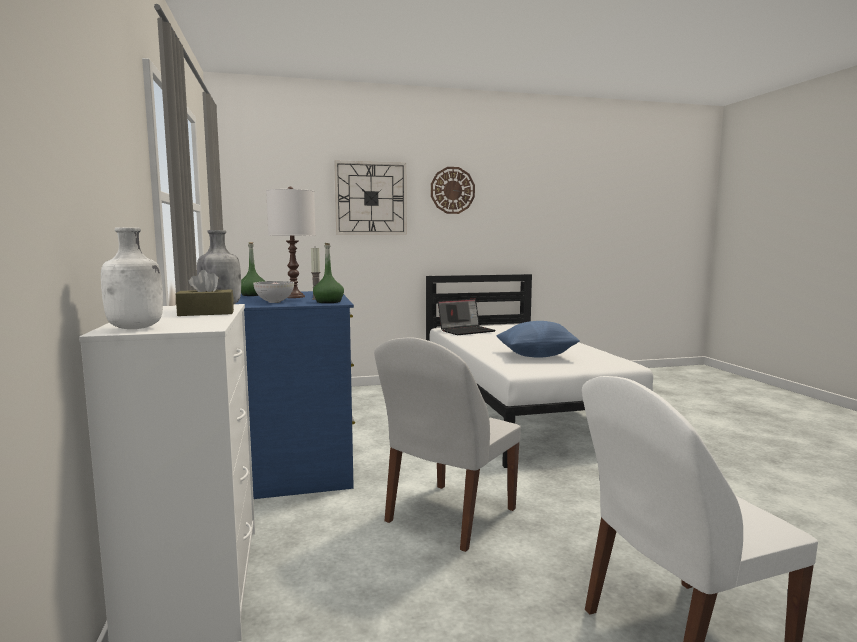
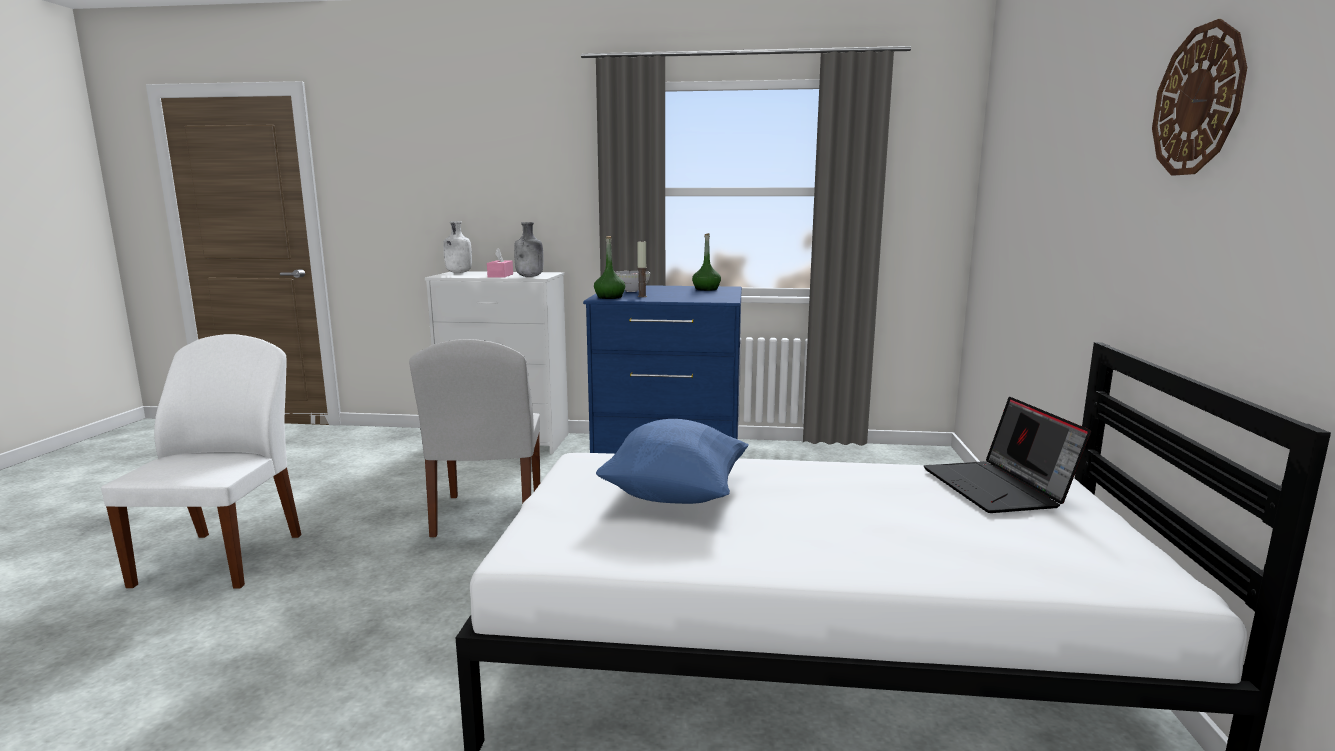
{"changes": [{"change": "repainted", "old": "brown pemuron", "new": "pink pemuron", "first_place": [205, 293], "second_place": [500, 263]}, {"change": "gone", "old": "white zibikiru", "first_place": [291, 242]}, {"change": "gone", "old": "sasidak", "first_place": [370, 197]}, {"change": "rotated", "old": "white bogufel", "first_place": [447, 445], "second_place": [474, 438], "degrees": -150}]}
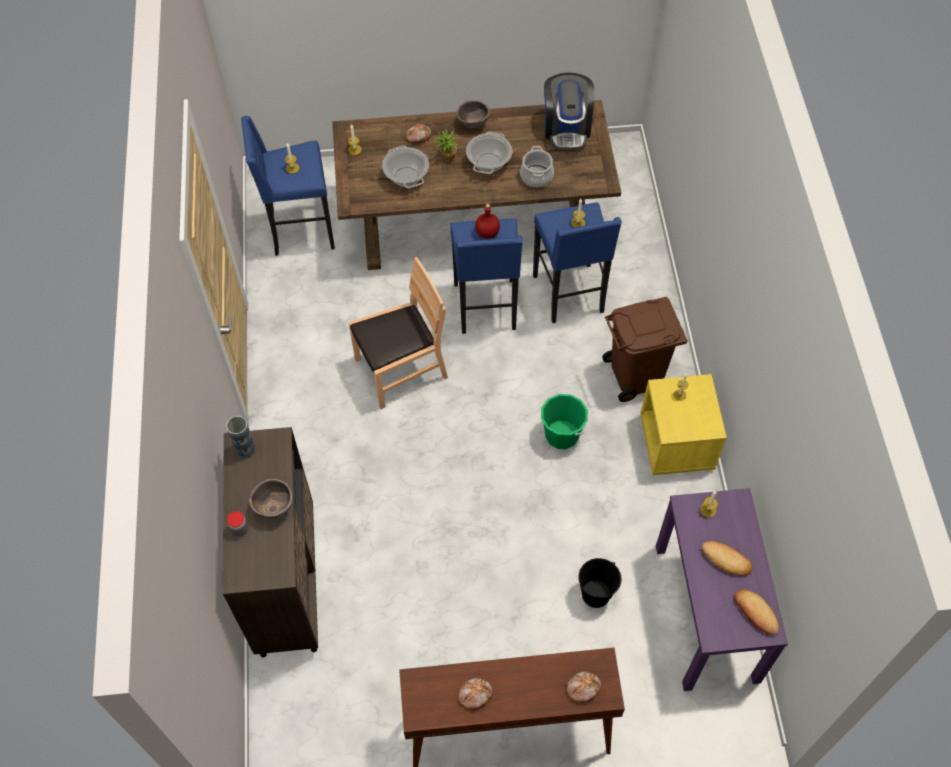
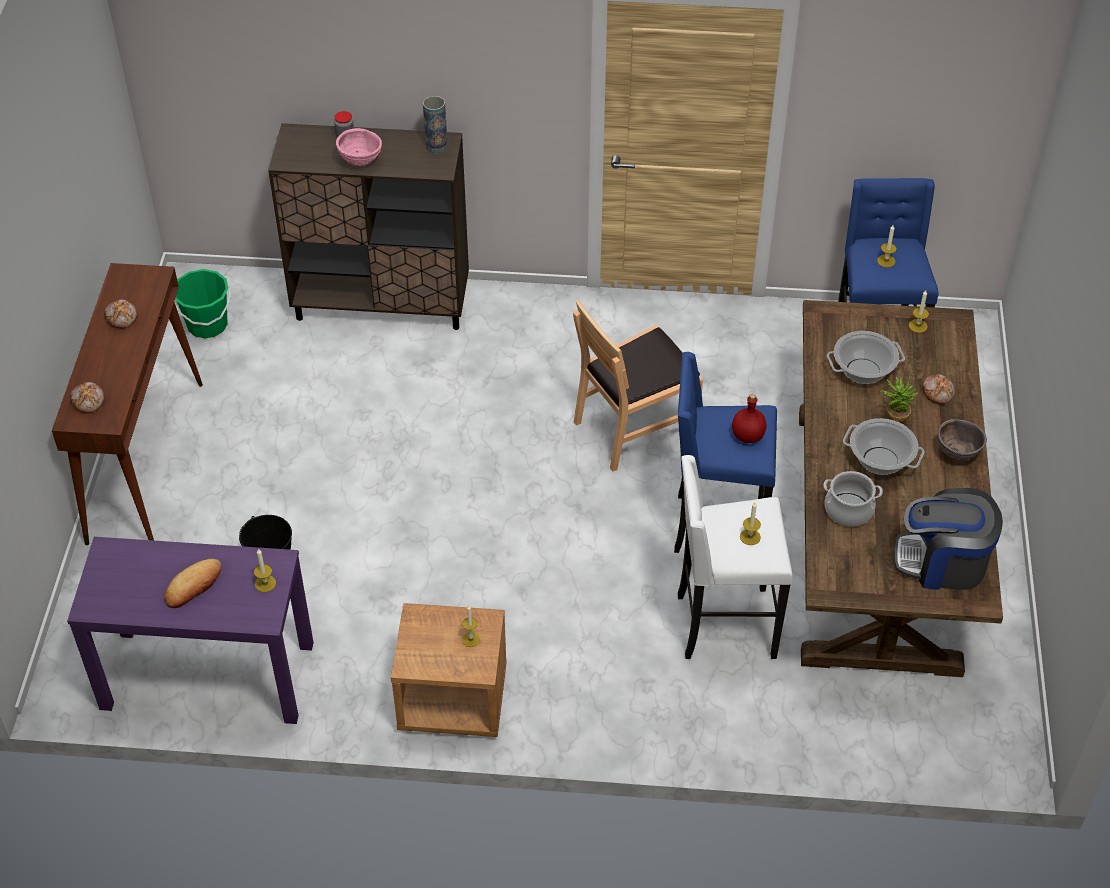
{"changes": [{"change": "repainted", "old": "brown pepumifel", "new": "pink pepumifel", "first_place": [271, 499], "second_place": [359, 147]}, {"change": "rotated", "old": "brown bogufel", "first_place": [398, 333], "second_place": [638, 386], "degrees": 75}, {"change": "repainted", "old": "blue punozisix", "new": "white punozisix", "first_place": [577, 262], "second_place": [735, 557]}, {"change": "shifted", "old": "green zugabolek", "first_place": [564, 421], "second_place": [202, 303]}, {"change": "gone", "old": "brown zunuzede", "first_place": [645, 349]}, {"change": "repainted", "old": "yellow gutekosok", "new": "brown gutekosok", "first_place": [683, 424], "second_place": [449, 670]}, {"change": "gone", "old": "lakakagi", "first_place": [756, 611]}]}
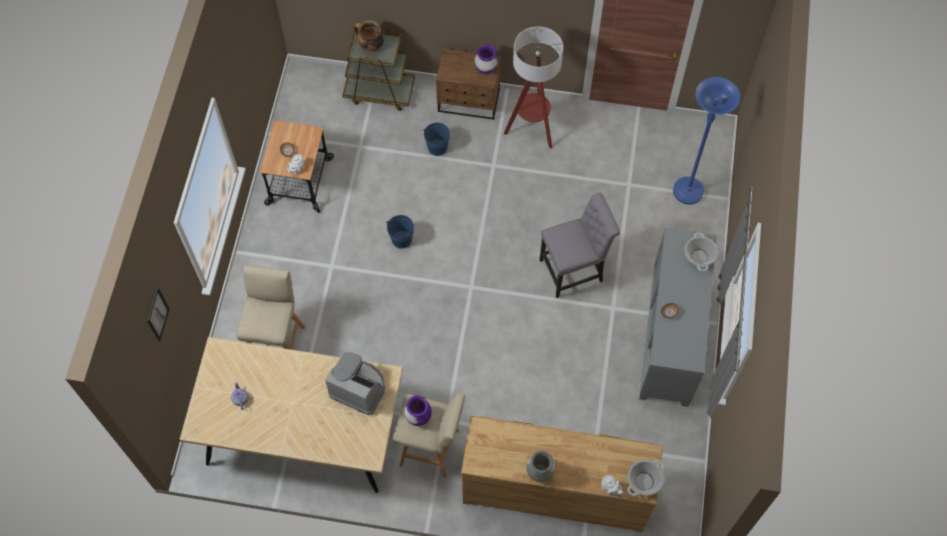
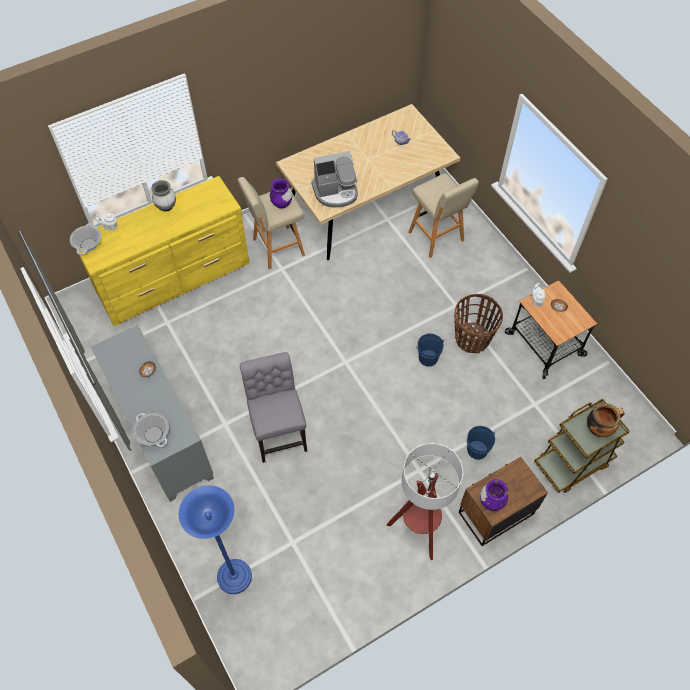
{"changes": [{"change": "gone", "old": "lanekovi", "first_place": [158, 314]}, {"change": "repainted", "old": "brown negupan", "new": "yellow negupan", "first_place": [562, 474], "second_place": [163, 251]}, {"change": "rotated", "old": "grey bogufel", "first_place": [580, 245], "second_place": [273, 407], "degrees": 135}, {"change": "new", "new": "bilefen", "second_place": [478, 323]}]}
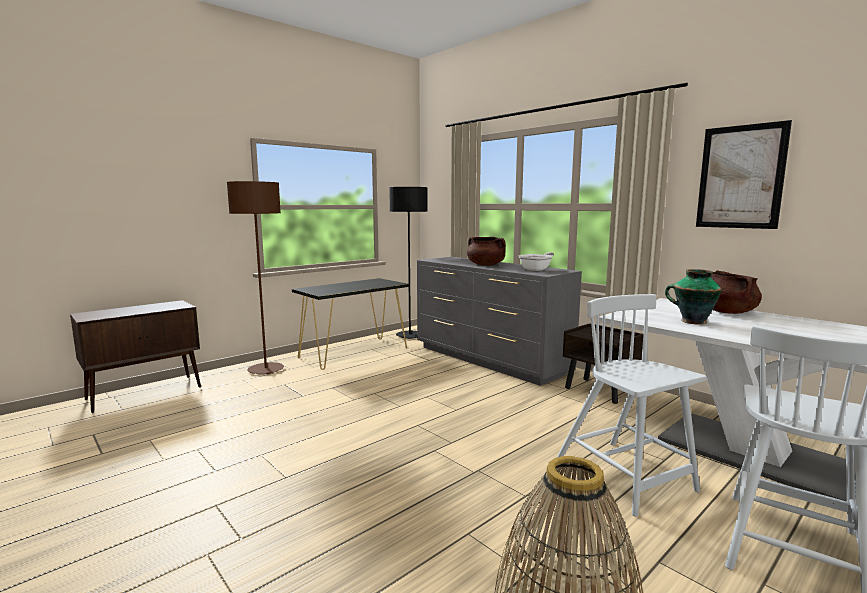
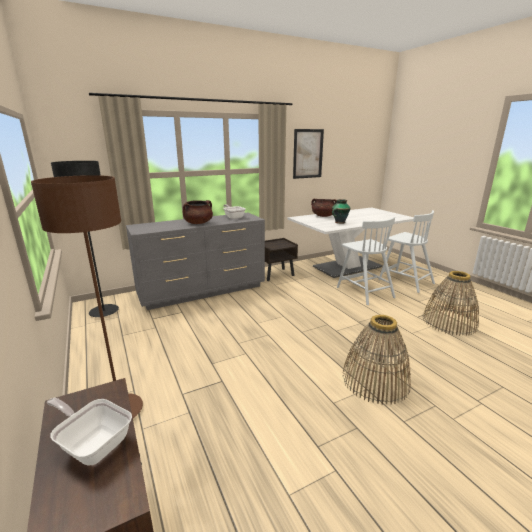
{"changes": [{"change": "gone", "old": "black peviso", "first_place": [350, 324]}, {"change": "rotated", "old": "white bogufel", "first_place": [632, 405], "second_place": [366, 261], "degrees": -105}, {"change": "new", "new": "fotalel", "second_place": [89, 432]}, {"change": "new", "new": "bilefen", "second_place": [376, 360]}]}
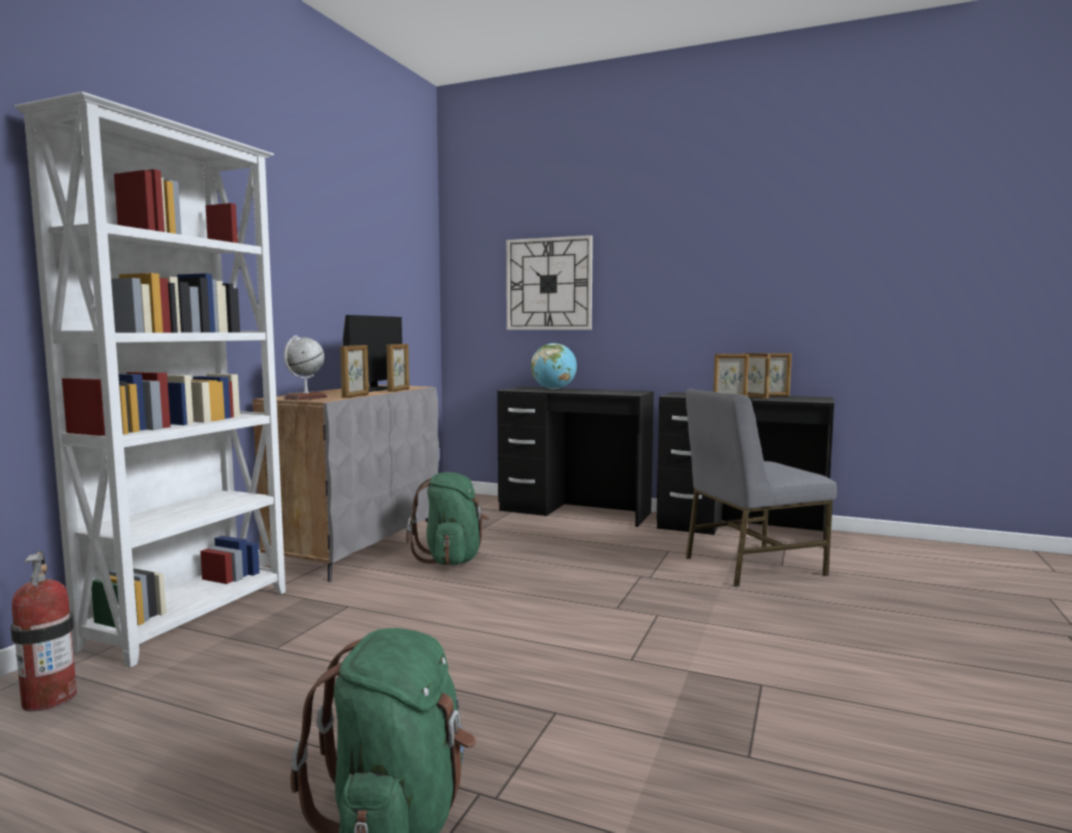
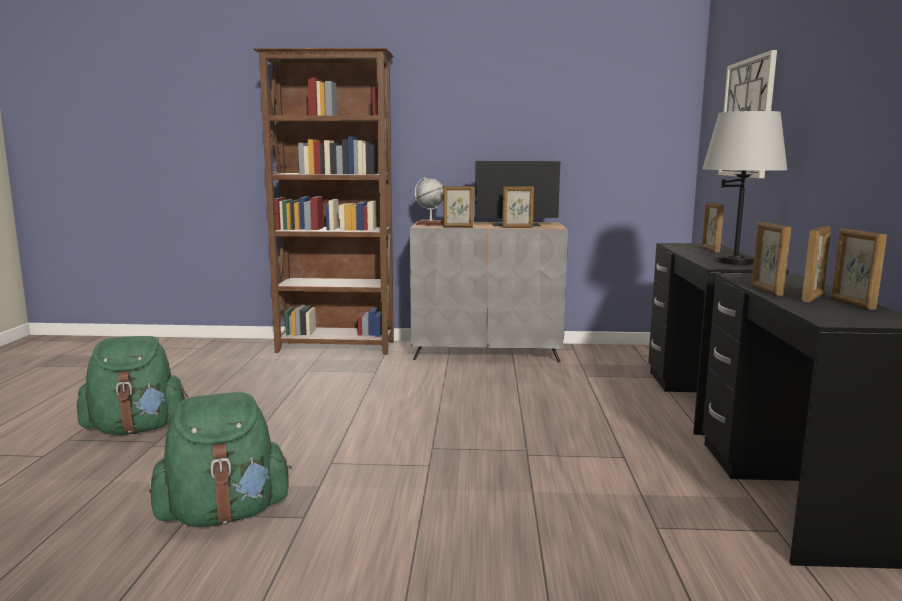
{"changes": [{"change": "gone", "old": "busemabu", "first_place": [44, 631]}, {"change": "repainted", "old": "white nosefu", "new": "brown nosefu", "first_place": [150, 379], "second_place": [323, 201]}, {"change": "shifted", "old": "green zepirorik", "first_place": [448, 518], "second_place": [220, 459]}, {"change": "swapped", "old": "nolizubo", "new": "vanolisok", "first_place": [554, 366], "second_place": [713, 227]}, {"change": "gone", "old": "grey bogufel", "first_place": [761, 487]}, {"change": "new", "new": "grey zibikiru", "second_place": [744, 187]}]}
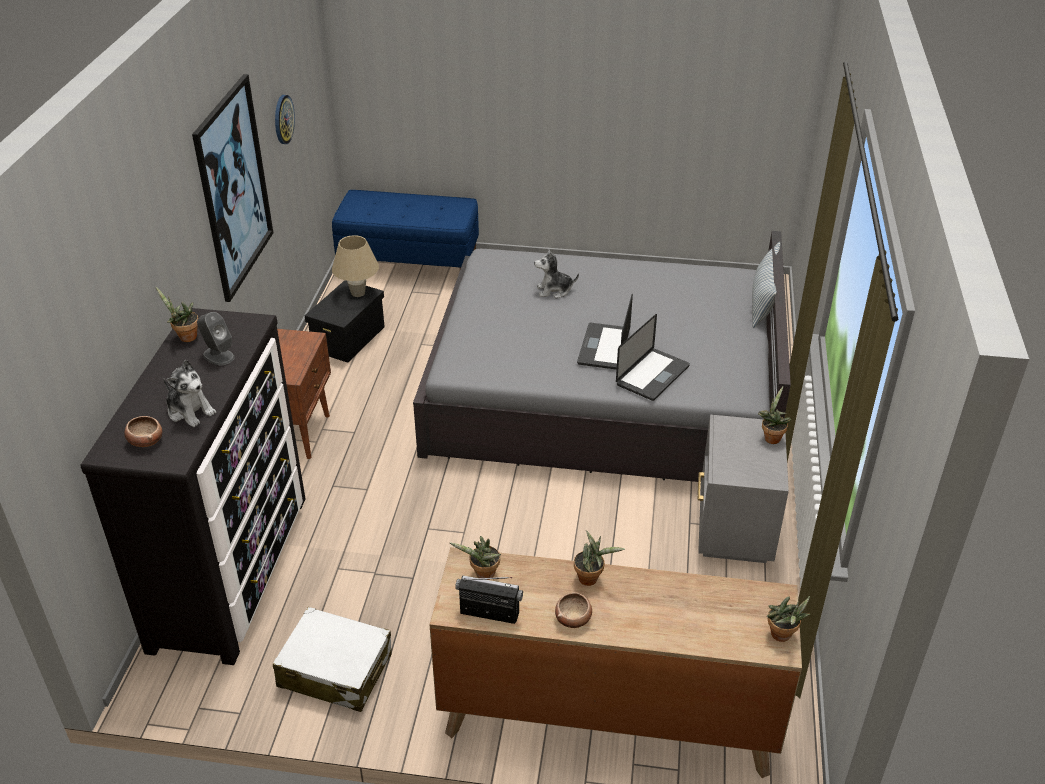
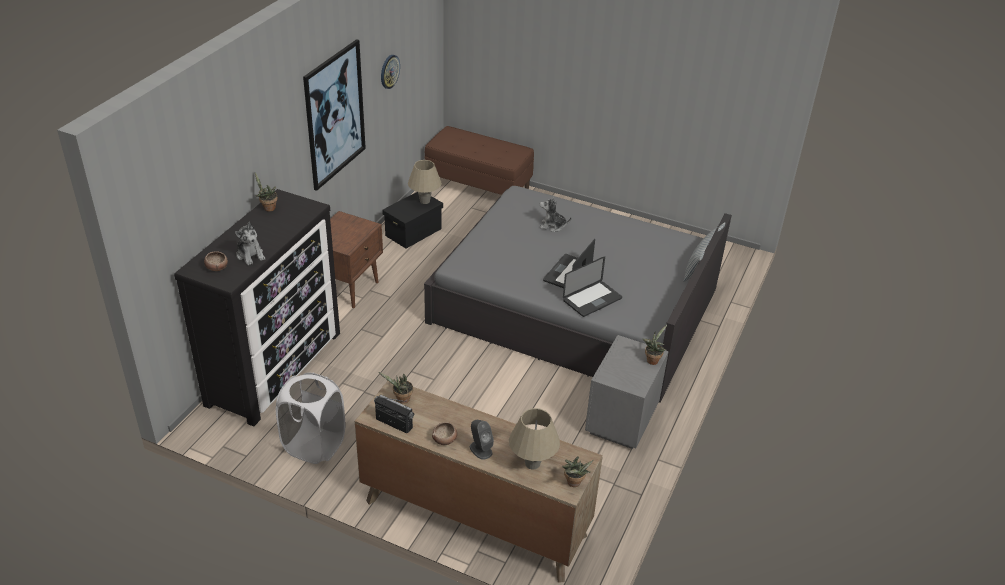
{"changes": [{"change": "shifted", "old": "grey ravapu", "first_place": [216, 338], "second_place": [482, 440]}, {"change": "swapped", "old": "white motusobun", "new": "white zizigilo", "first_place": [332, 659], "second_place": [310, 418]}, {"change": "repainted", "old": "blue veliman", "new": "brown veliman", "first_place": [405, 229], "second_place": [479, 160]}, {"change": "gone", "old": "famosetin", "first_place": [599, 558]}, {"change": "new", "new": "beige zibikiru", "second_place": [534, 439]}]}
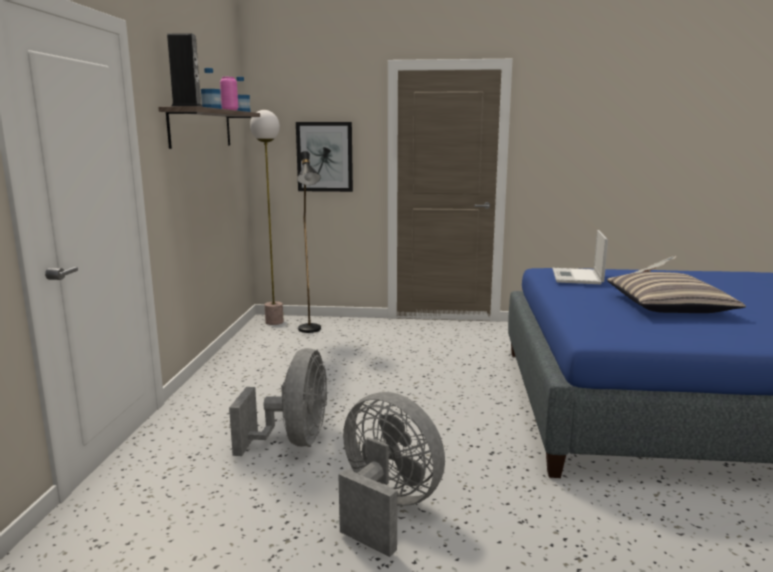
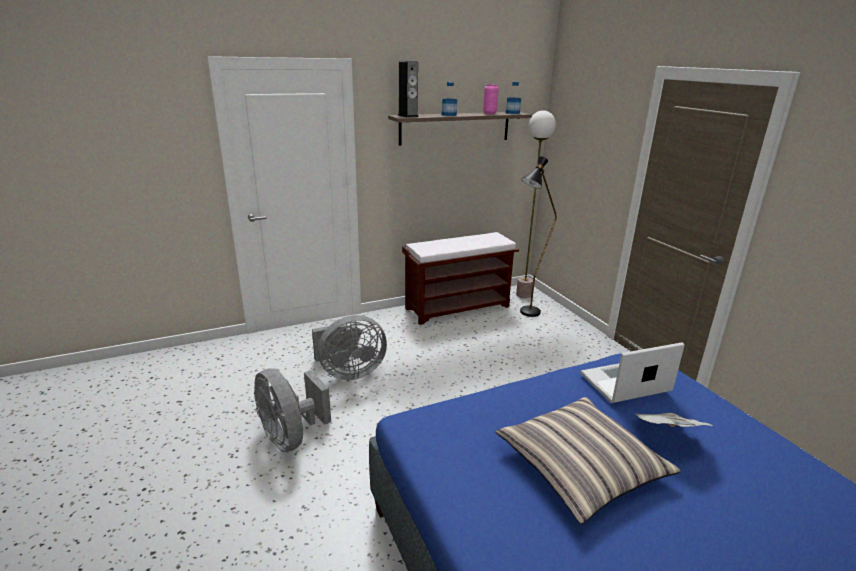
{"changes": [{"change": "gone", "old": "lanekovi", "first_place": [324, 157]}, {"change": "rotated", "old": "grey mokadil", "first_place": [391, 474], "second_place": [292, 410], "degrees": 135}, {"change": "new", "new": "brown veliman", "second_place": [460, 278]}]}
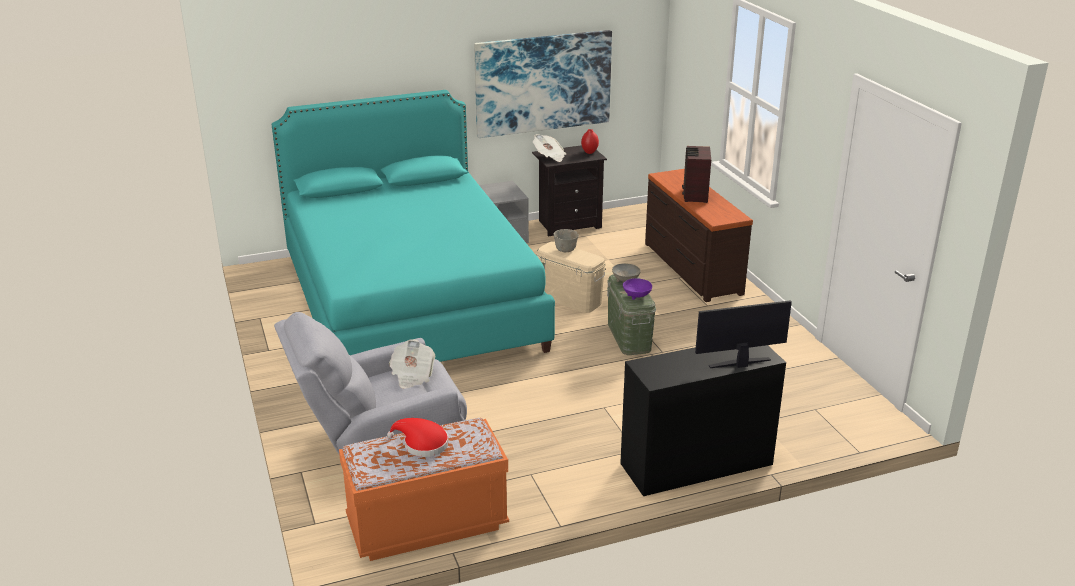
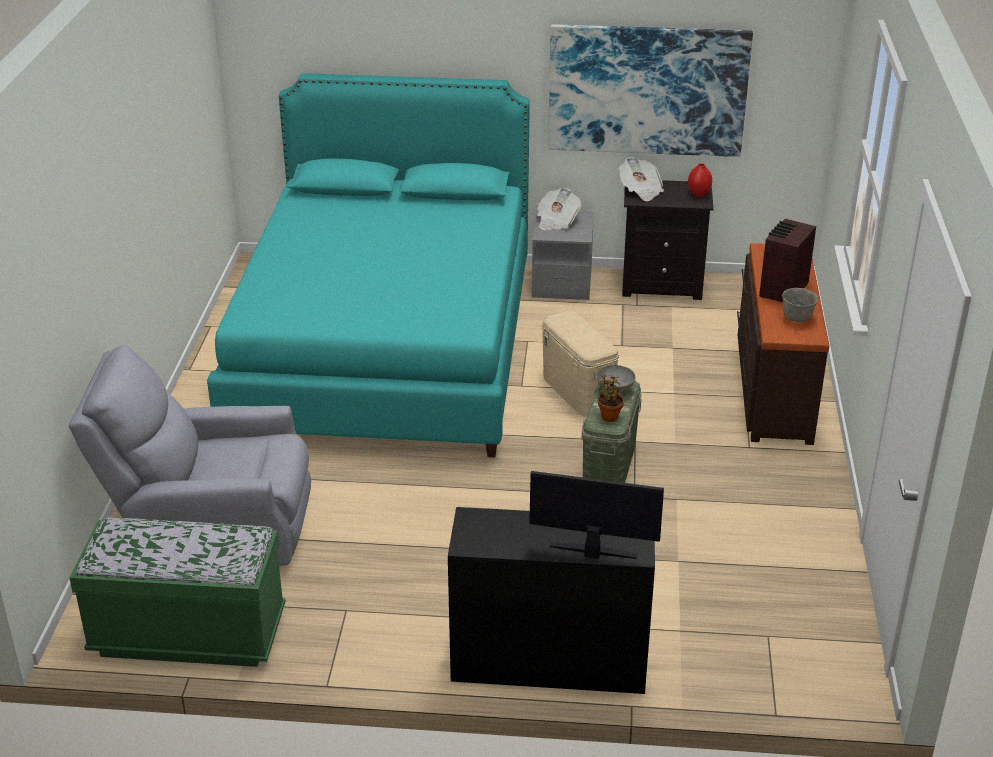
{"changes": [{"change": "repainted", "old": "orange veliman", "new": "green veliman", "first_place": [424, 489], "second_place": [177, 592]}, {"change": "gone", "old": "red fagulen", "first_place": [418, 437]}, {"change": "shifted", "old": "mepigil", "first_place": [412, 364], "second_place": [559, 209]}, {"change": "shifted", "old": "grey pepumifel", "first_place": [566, 240], "second_place": [800, 305]}, {"change": "swapped", "old": "purple pepumifel", "new": "famosetin", "first_place": [637, 289], "second_place": [611, 398]}]}
